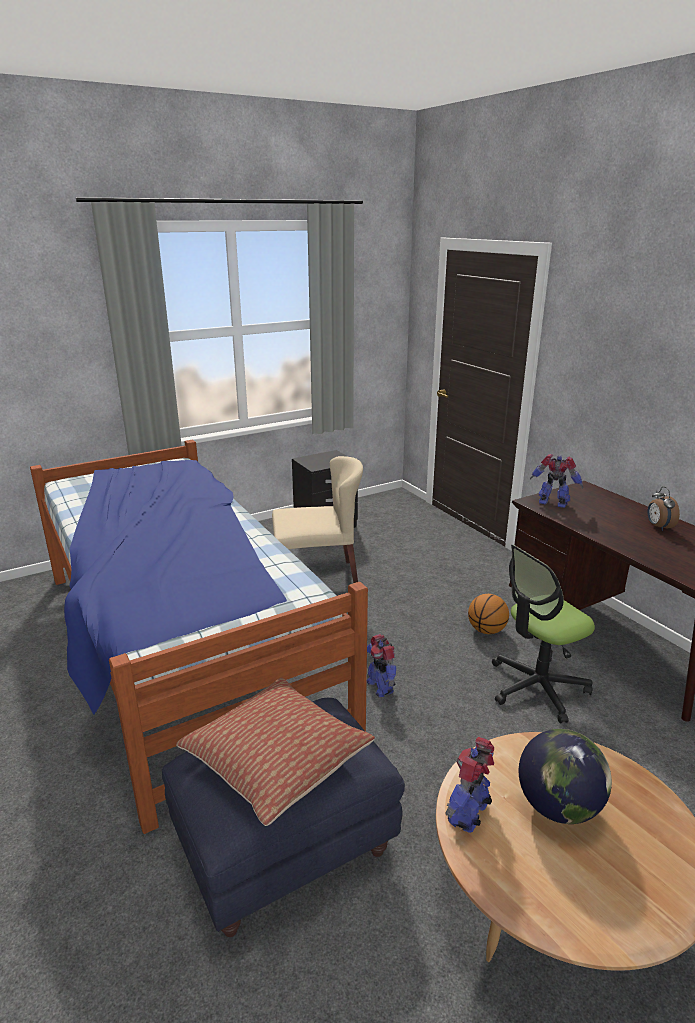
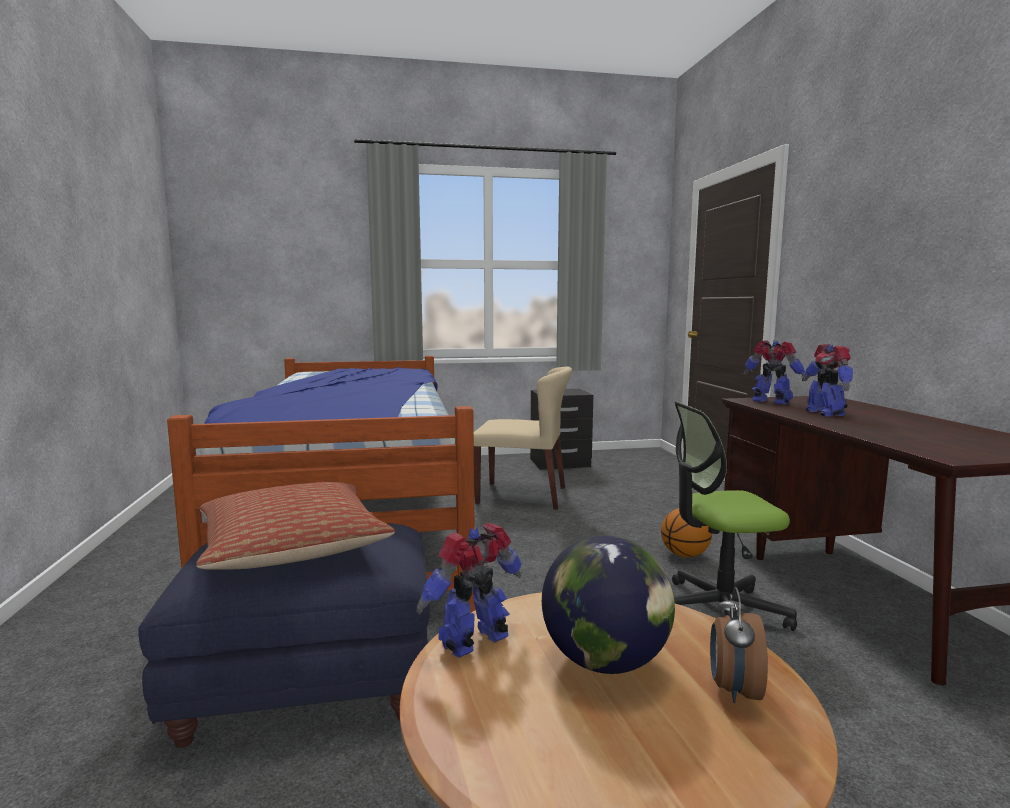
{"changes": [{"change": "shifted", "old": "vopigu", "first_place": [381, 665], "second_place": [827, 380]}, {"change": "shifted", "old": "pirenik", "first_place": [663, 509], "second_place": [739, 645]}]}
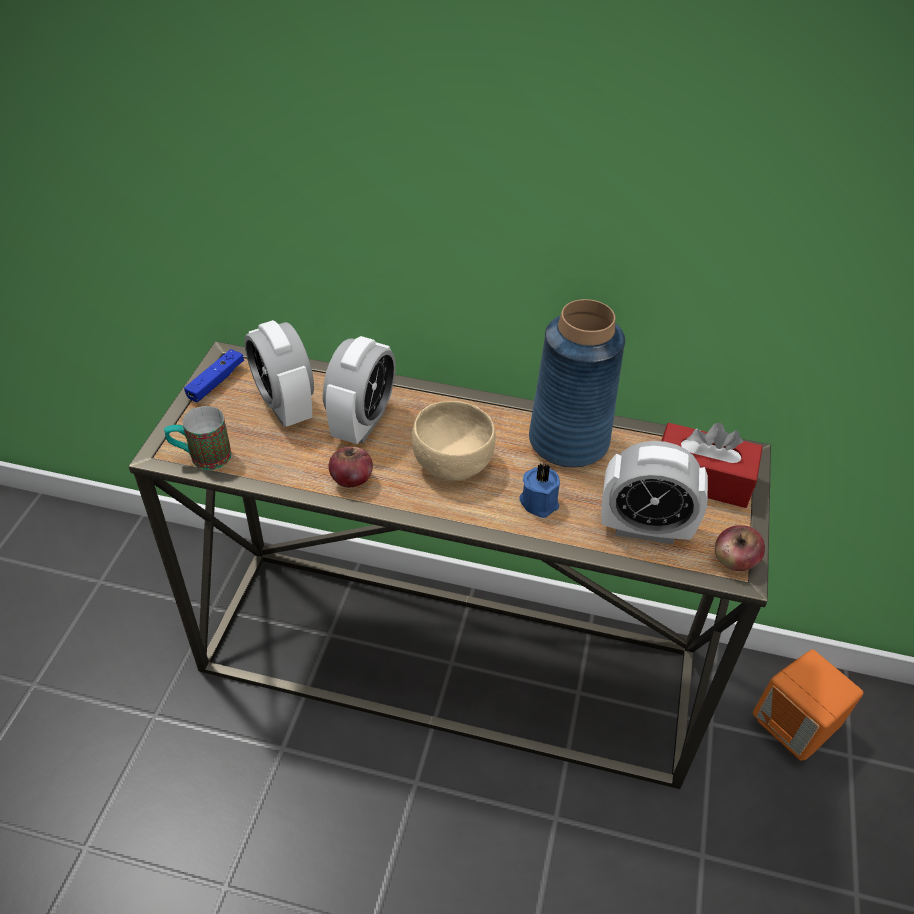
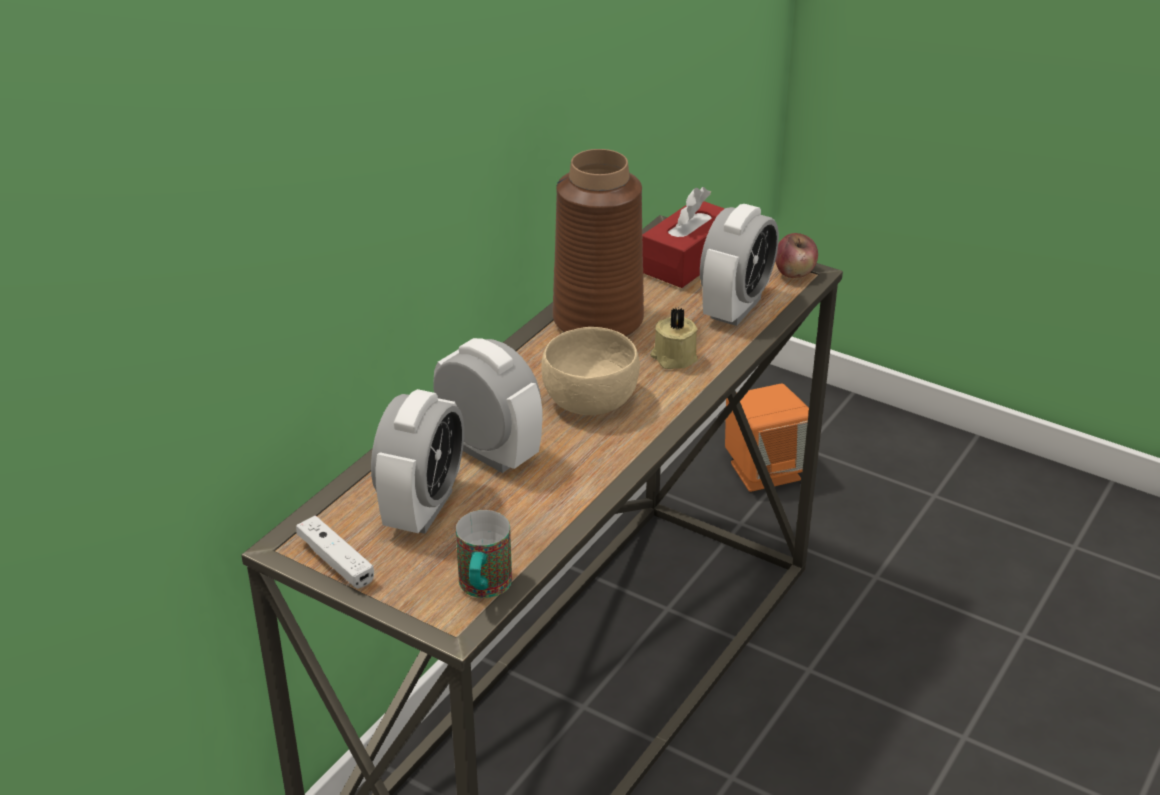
{"changes": [{"change": "repainted", "old": "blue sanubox", "new": "white sanubox", "first_place": [214, 375], "second_place": [335, 552]}, {"change": "rotated", "old": "pirenik", "first_place": [279, 373], "second_place": [417, 461], "degrees": -60}, {"change": "gone", "old": "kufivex", "first_place": [351, 467]}, {"change": "repainted", "old": "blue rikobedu", "new": "beige rikobedu", "first_place": [539, 491], "second_place": [674, 338]}, {"change": "repainted", "old": "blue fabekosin", "new": "brown fabekosin", "first_place": [577, 383], "second_place": [598, 242]}]}
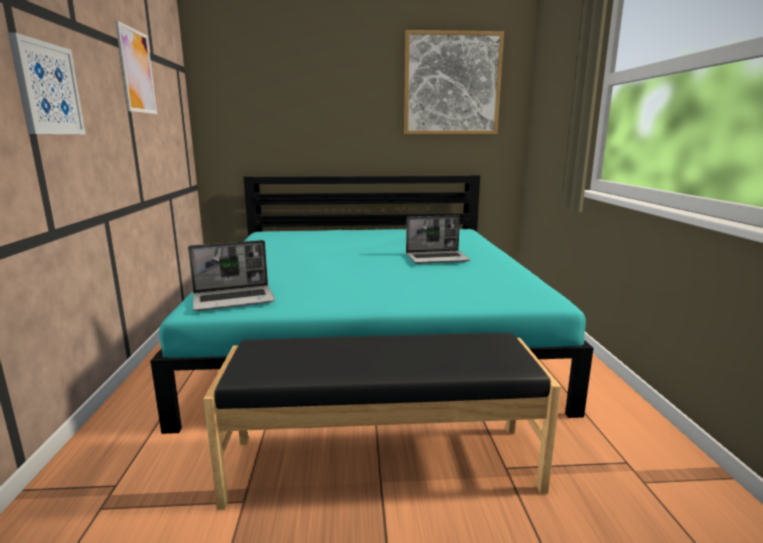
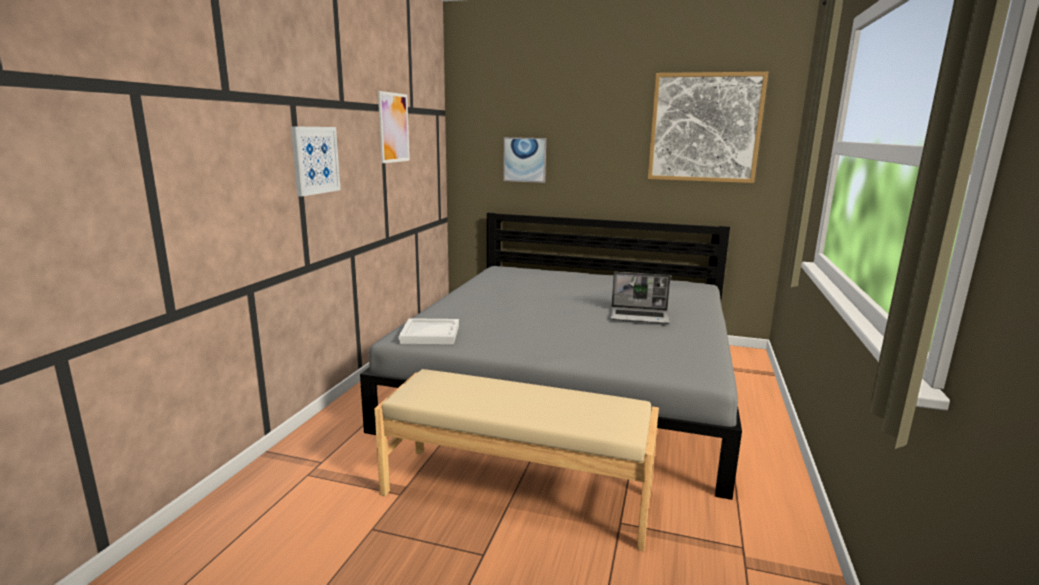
{"changes": [{"change": "repainted", "old": "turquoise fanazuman", "new": "grey fanazuman", "first_place": [371, 304], "second_place": [551, 356]}, {"change": "swapped", "old": "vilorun", "new": "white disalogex", "first_place": [231, 275], "second_place": [429, 331]}, {"change": "repainted", "old": "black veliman", "new": "beige veliman", "first_place": [382, 421], "second_place": [516, 460]}, {"change": "new", "new": "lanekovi", "second_place": [524, 160]}]}
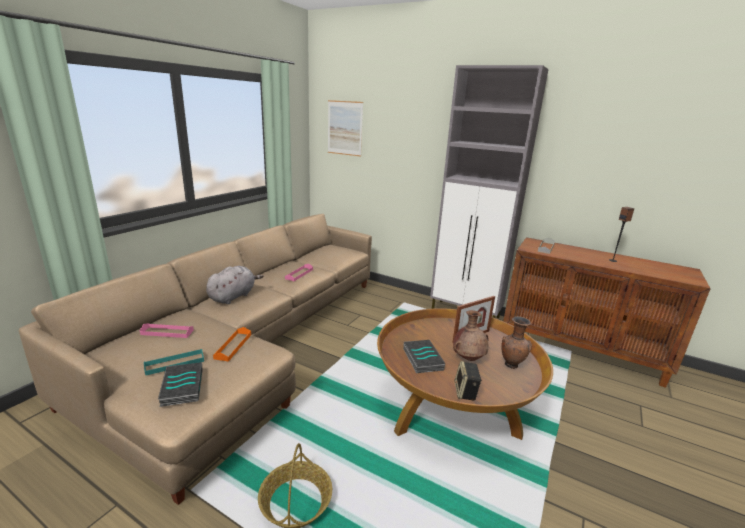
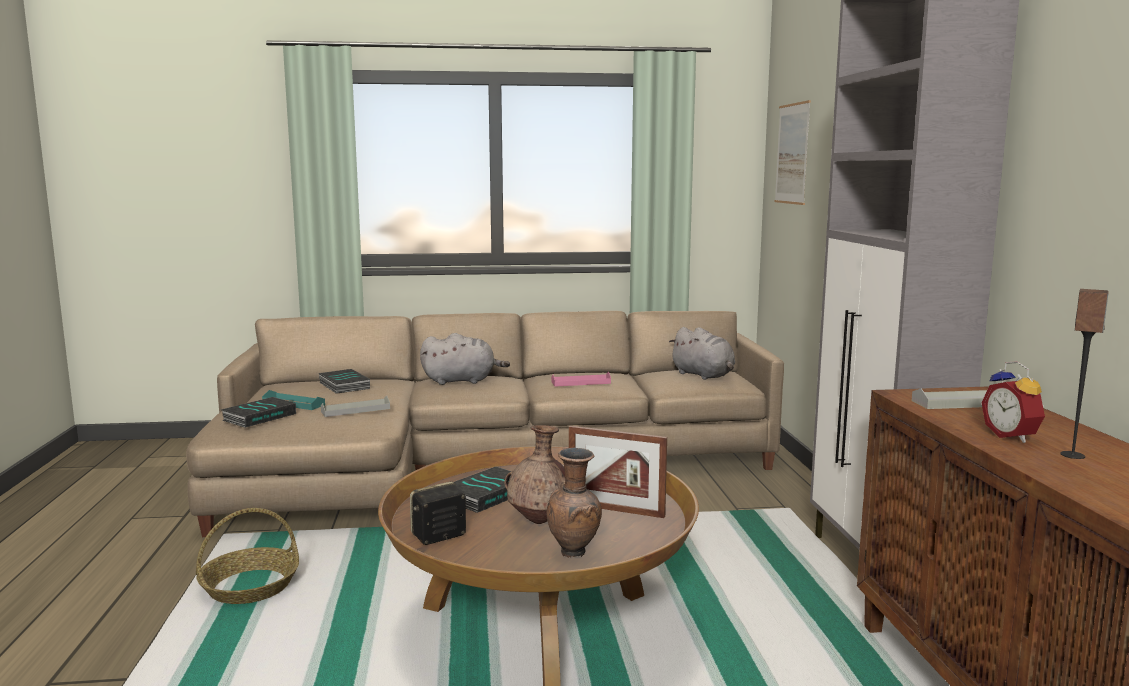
{"changes": [{"change": "swapped", "old": "pink disalogex", "new": "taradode", "first_place": [167, 330], "second_place": [344, 381]}, {"change": "repainted", "old": "orange disalogex", "new": "grey disalogex", "first_place": [232, 344], "second_place": [355, 406]}, {"change": "new", "new": "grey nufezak", "second_place": [702, 353]}, {"change": "new", "new": "pirenik", "second_place": [1013, 402]}]}
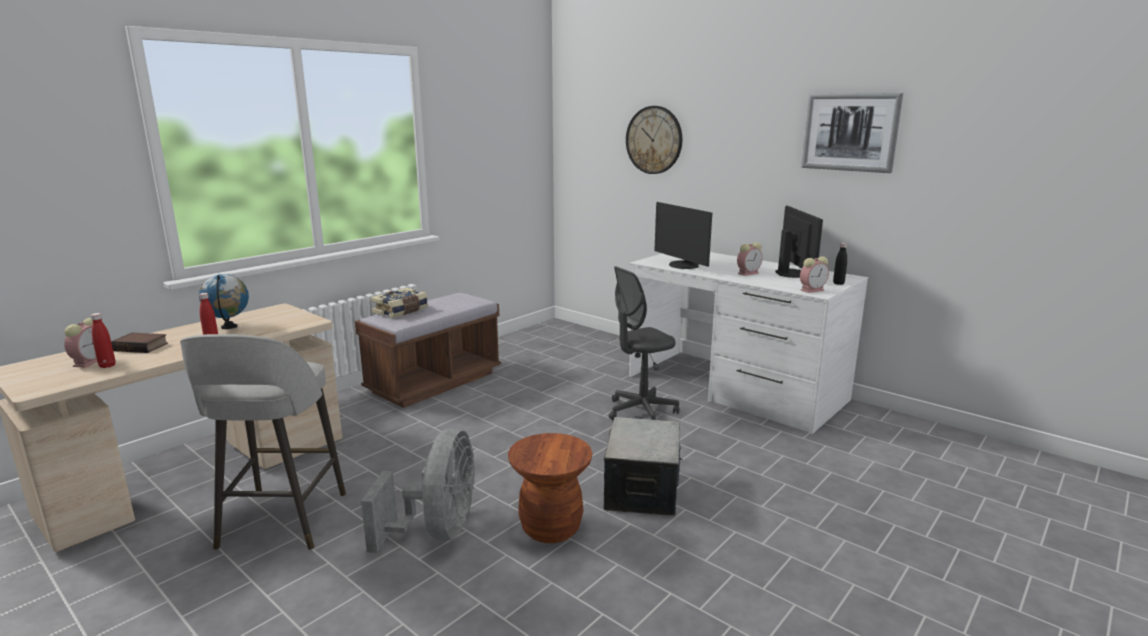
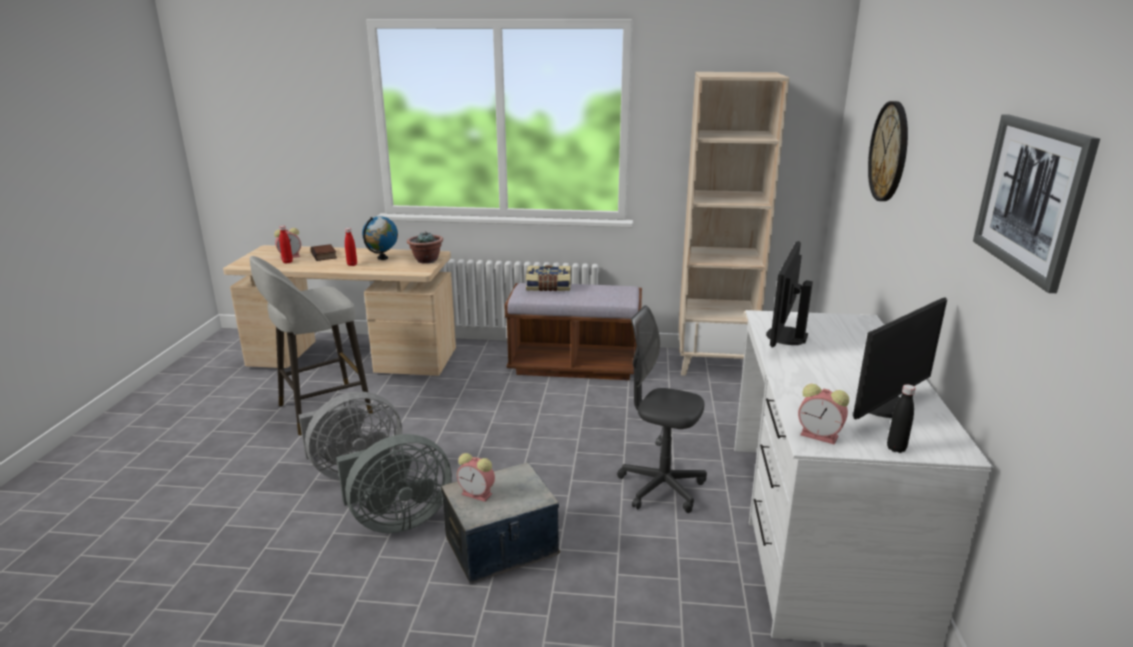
{"changes": [{"change": "swapped", "old": "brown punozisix", "new": "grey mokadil", "first_place": [550, 488], "second_place": [394, 483]}, {"change": "shifted", "old": "pirenik", "first_place": [750, 259], "second_place": [476, 477]}, {"change": "new", "new": "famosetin", "second_place": [425, 247]}, {"change": "new", "new": "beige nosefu", "second_place": [733, 224]}]}
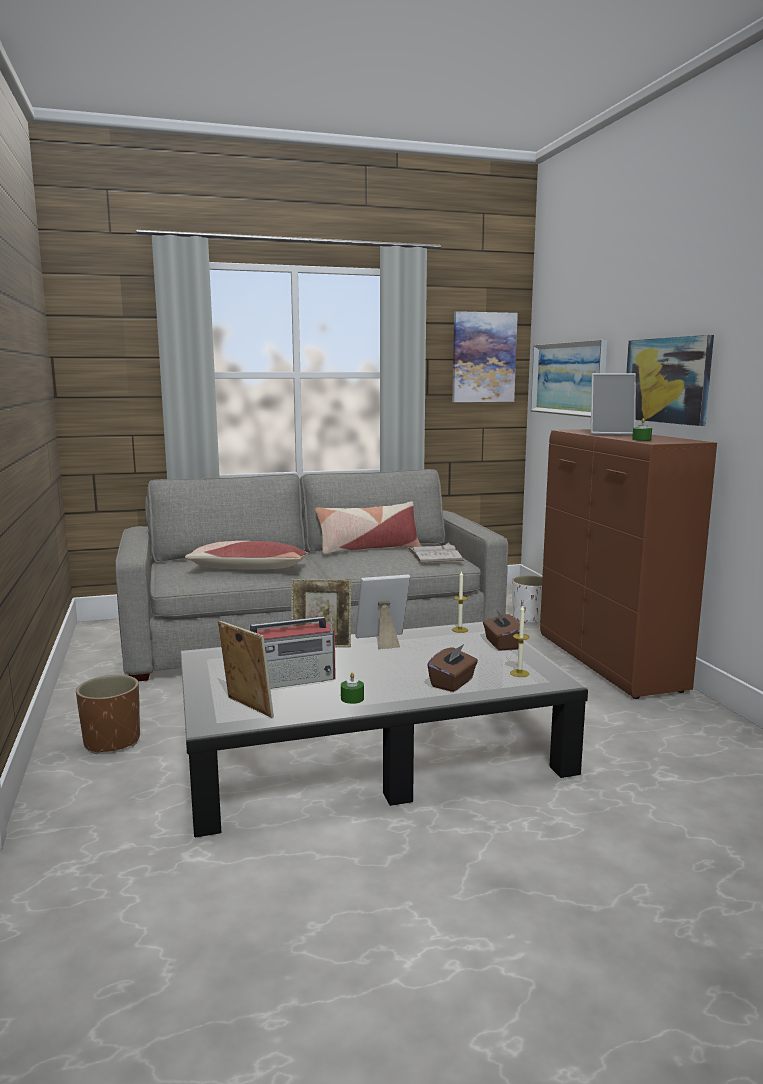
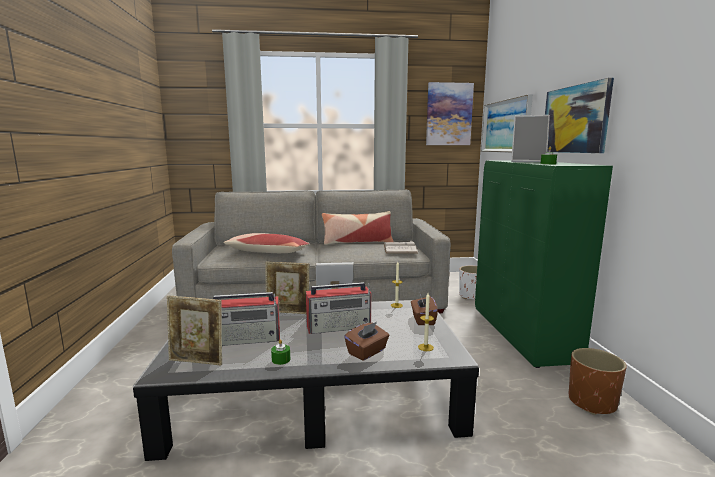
{"changes": [{"change": "shifted", "old": "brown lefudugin", "first_place": [108, 714], "second_place": [598, 381]}, {"change": "rotated", "old": "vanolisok", "first_place": [246, 669], "second_place": [194, 330], "degrees": 135}, {"change": "repainted", "old": "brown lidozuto", "new": "green lidozuto", "first_place": [628, 564], "second_place": [544, 264]}, {"change": "new", "new": "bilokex", "second_place": [338, 308]}]}
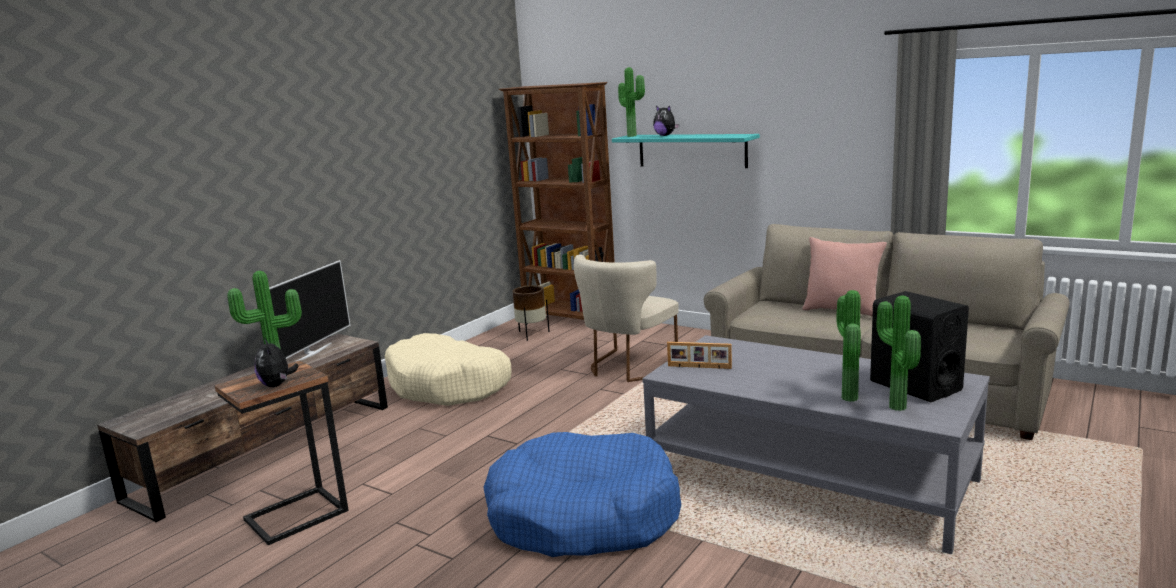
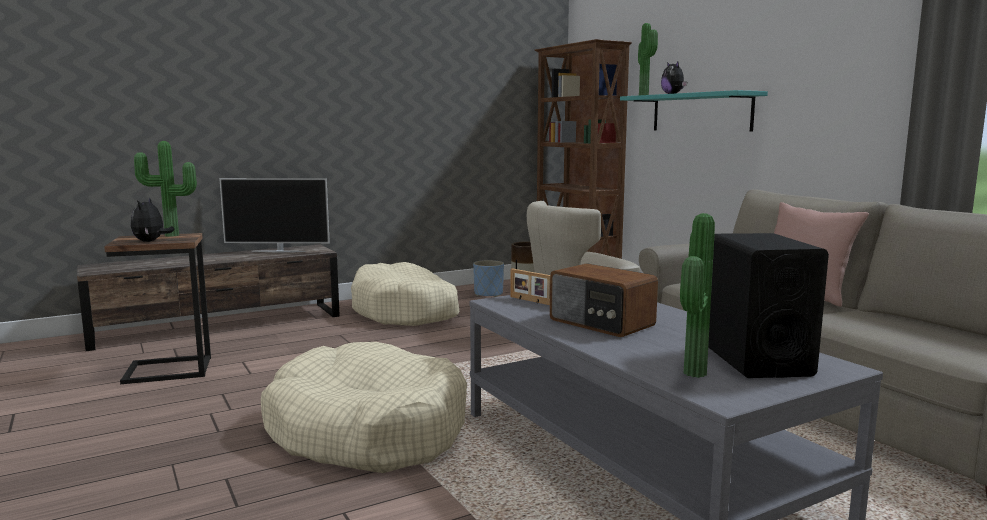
{"changes": [{"change": "rotated", "old": "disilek", "first_place": [309, 311], "second_place": [274, 215], "degrees": 45}, {"change": "repainted", "old": "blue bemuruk", "new": "beige bemuruk", "first_place": [582, 494], "second_place": [364, 407]}, {"change": "gone", "old": "famosetin", "first_place": [848, 346]}, {"change": "new", "new": "blue lefudugin", "second_place": [488, 278]}, {"change": "new", "new": "bilokex", "second_place": [604, 300]}]}
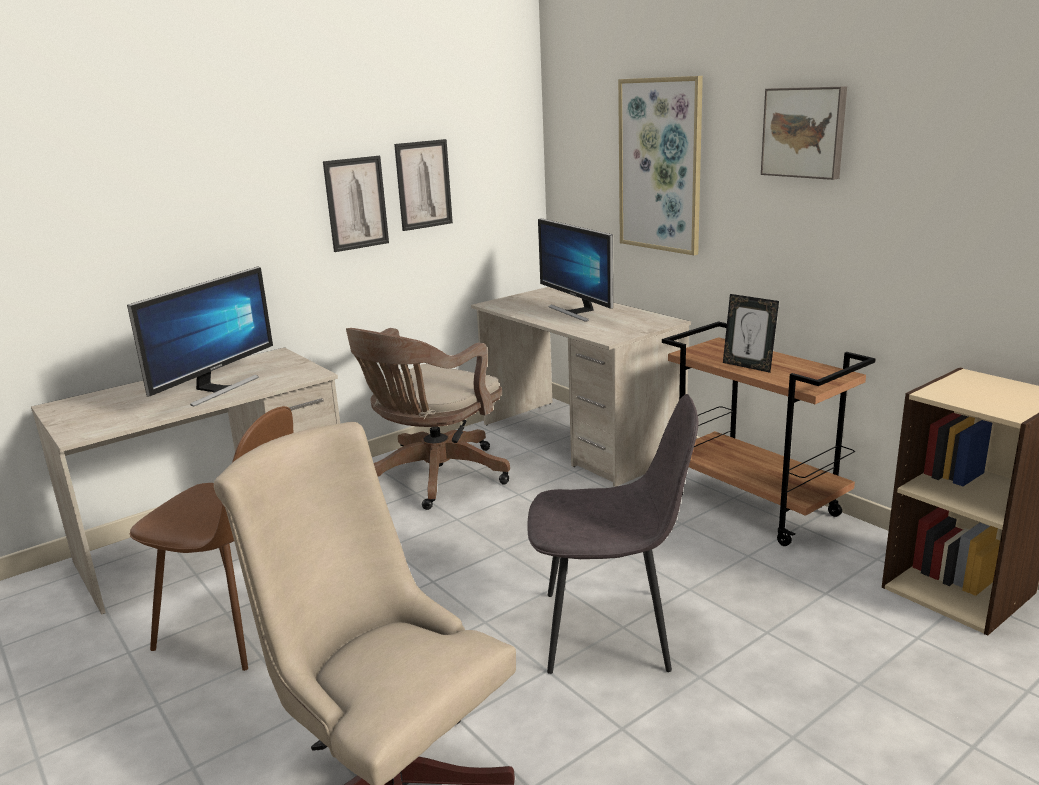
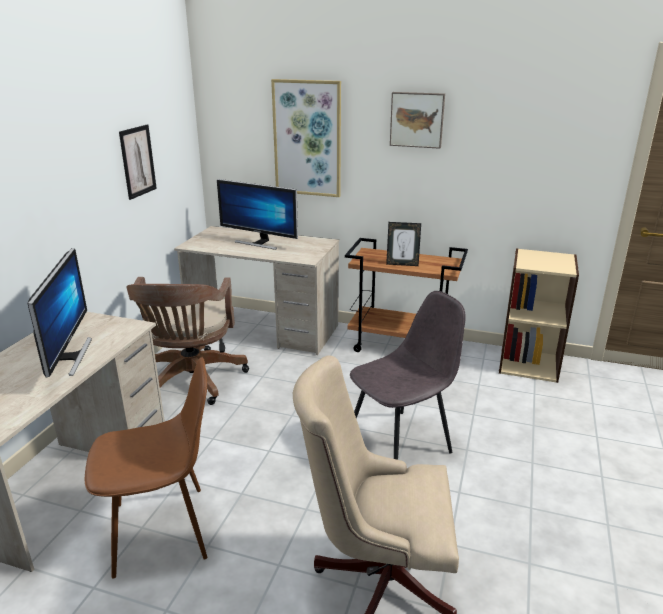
{"changes": [{"change": "gone", "old": "lanekovi", "first_place": [356, 204]}]}
